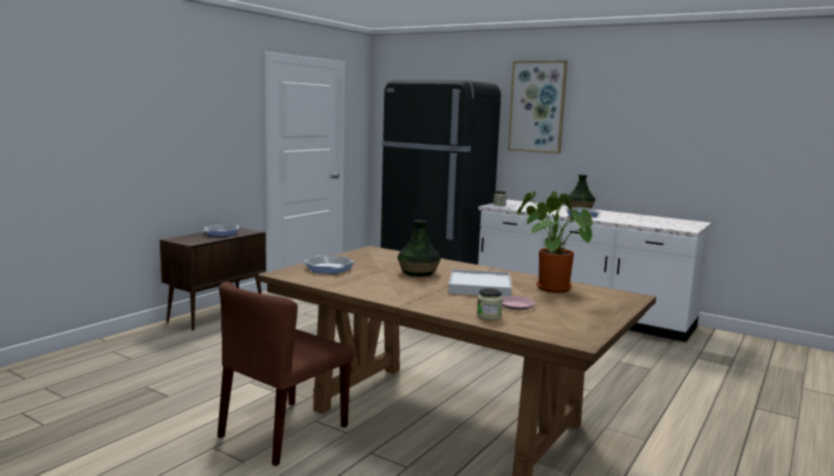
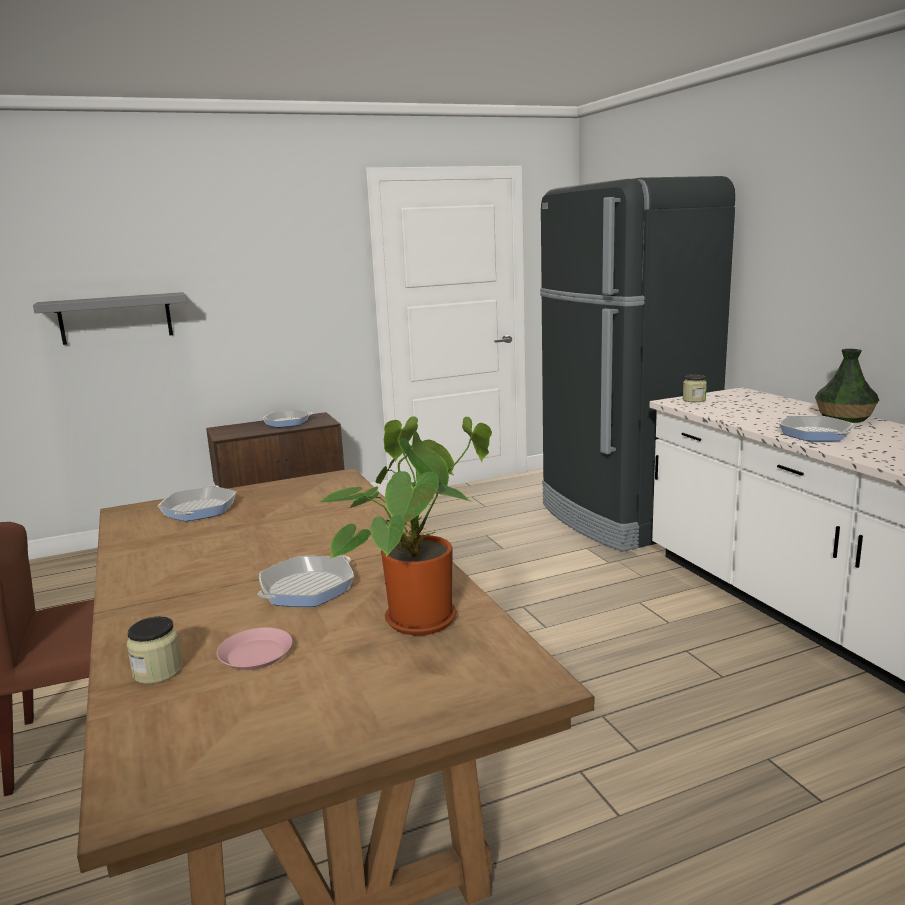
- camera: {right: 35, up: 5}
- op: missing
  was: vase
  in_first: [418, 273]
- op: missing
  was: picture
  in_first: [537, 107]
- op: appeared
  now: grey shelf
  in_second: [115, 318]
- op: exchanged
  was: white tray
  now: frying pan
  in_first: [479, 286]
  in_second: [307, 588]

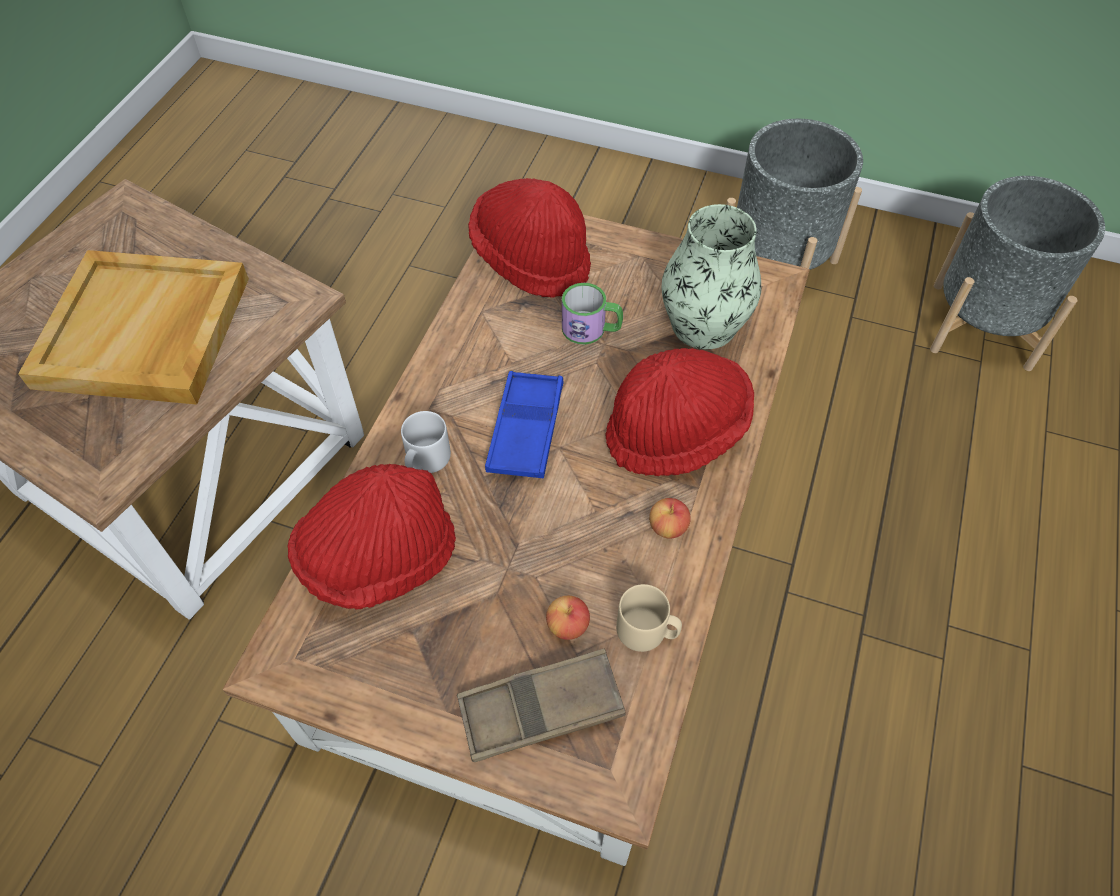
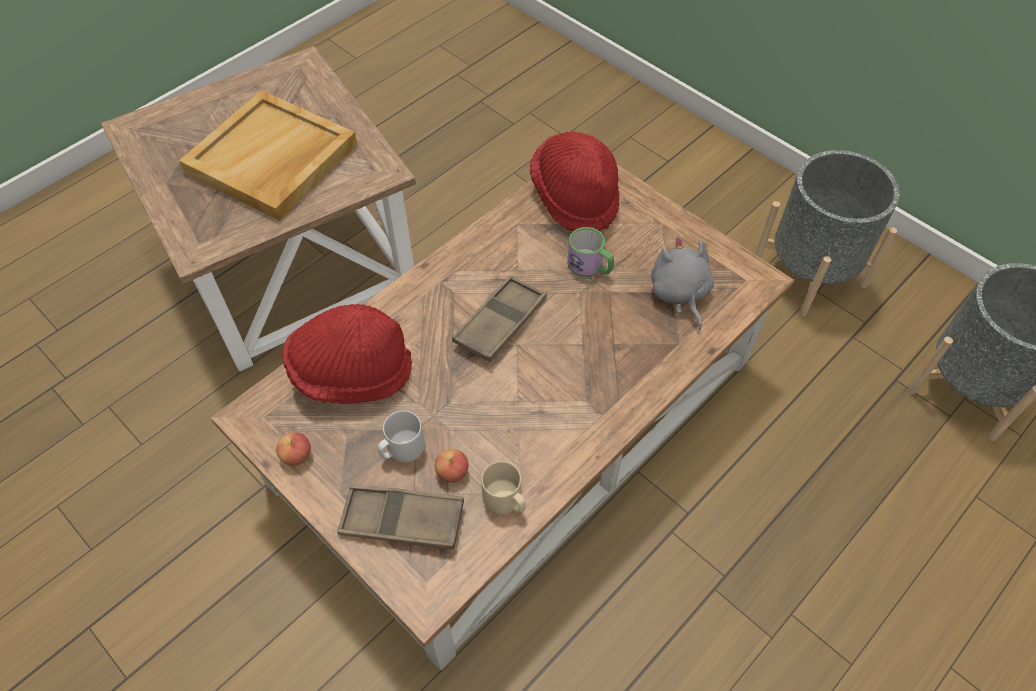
- camera: {right: 25, up: 0}
- op: missing
  was: red hat
  in_first: [676, 431]
- op: relocated
  was: grey mug
  in_first: [425, 460]
  in_second: [402, 449]
- op: relocated
  was: apple
  in_first: [668, 527]
  in_second: [296, 455]
- op: exchanged
  was: vase
  now: grey plush toy
  in_first: [703, 325]
  in_second: [679, 294]
- op: colour
  was: blue tray
  now: brown tray
  in_first: [526, 429]
  in_second: [500, 322]

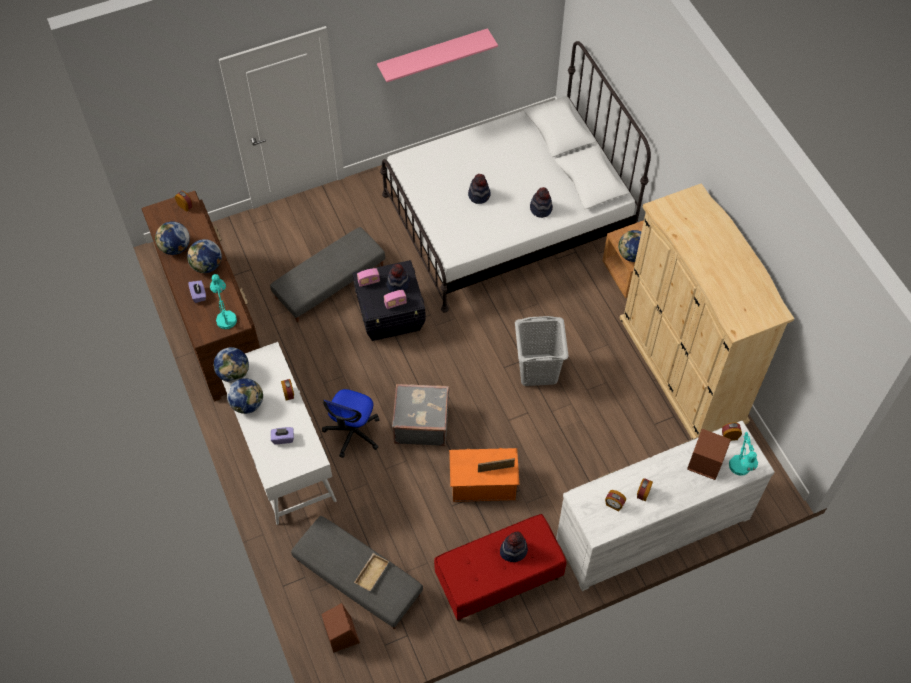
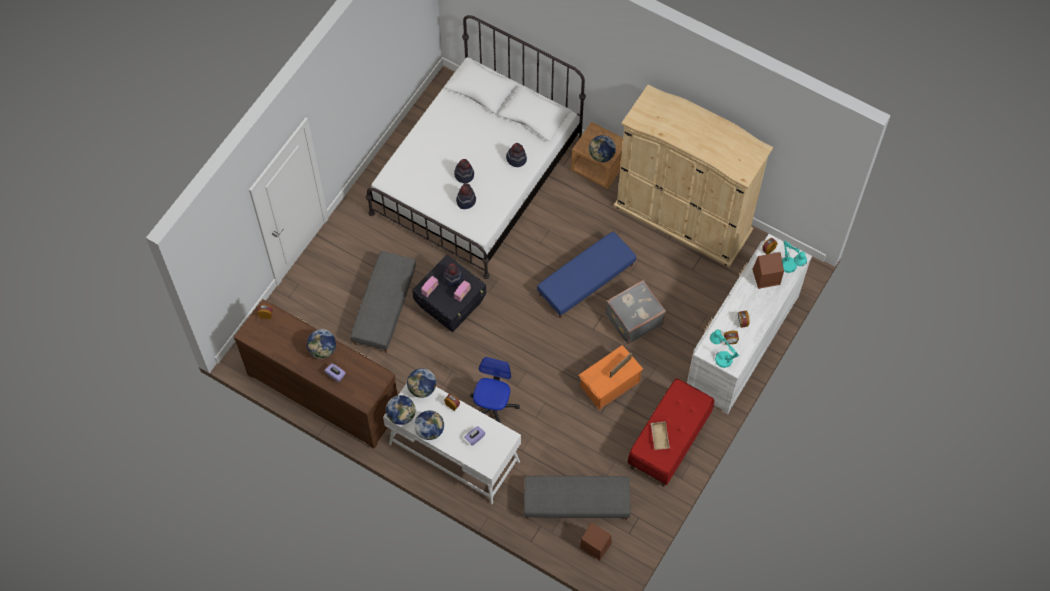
- camera: {right: -35, up: 5}
- op: missing
  was: pink shelf
  in_first: [433, 54]
- op: relocated
  was: globe
  in_first: [175, 248]
  in_second: [422, 389]
- op: relocated
  was: turquoise table lamp
  in_first: [225, 316]
  in_second: [720, 357]
- op: relocated
  was: beige tray
  in_first: [371, 572]
  in_second: [658, 436]
- op: relocated
  was: grey suitcase
  in_first: [421, 423]
  in_second: [633, 318]
- op: relocated
  was: hat
  in_first: [513, 550]
  in_second: [465, 200]
- op: exchanged
  was: grey laundry basket
  now: blue ottoman
  in_first: [538, 369]
  in_second: [586, 280]
- op: spun
  was: office chair
  in_first: [353, 433]
  in_second: [493, 407]
  clockwise: -150

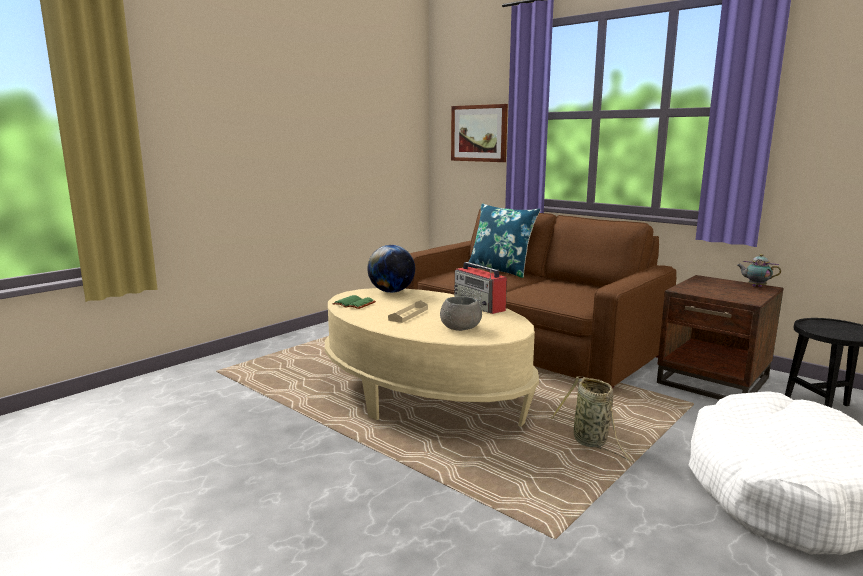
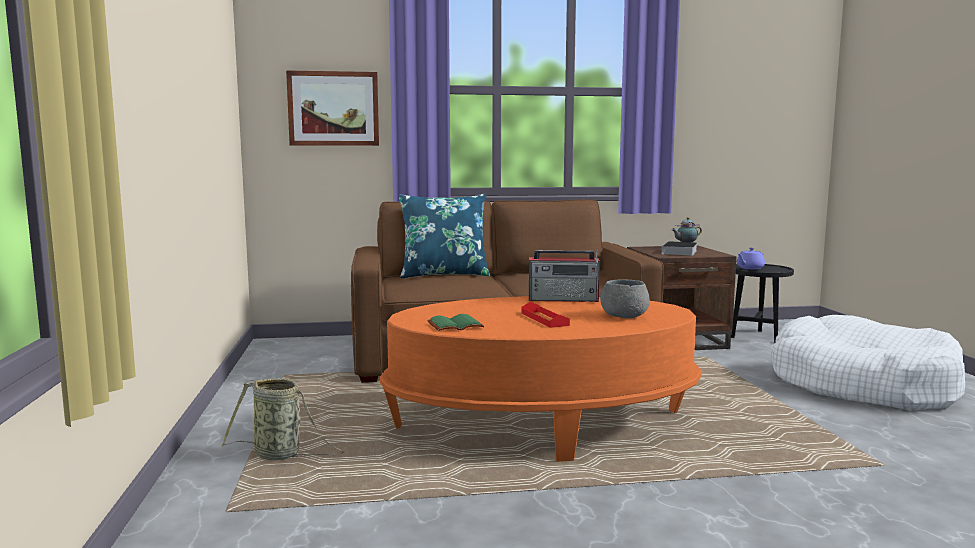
- camera: {right: -50, up: -5}
- op: missing
  was: globe
  in_first: [391, 291]
- op: appeared
  now: book
  in_second: [679, 252]
- op: appeared
  now: purple teapot
  in_second: [749, 268]
- op: relocated
  was: basket
  in_first: [592, 442]
  in_second: [281, 455]
- op: colour
  was: beige coffee table
  now: orange coffee table
  in_first: [424, 395]
  in_second: [542, 424]
- op: colour
  was: beige tray
  now: red tray
  in_first: [408, 314]
  in_second: [544, 319]

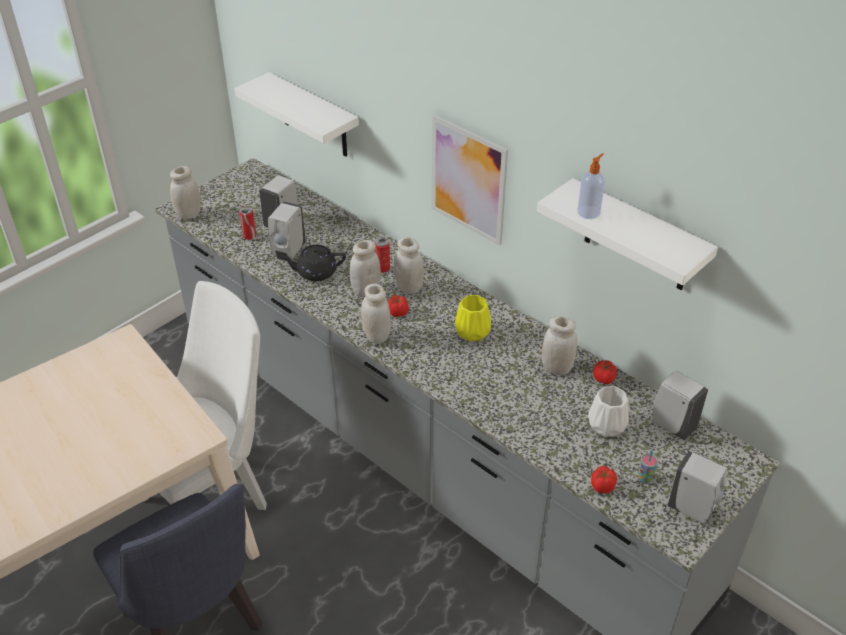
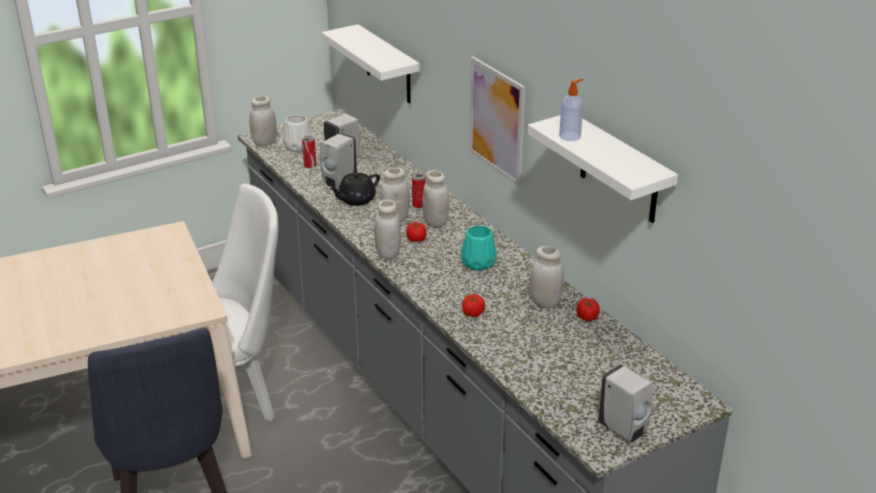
- camera: {right: 15, up: -10}
- op: missing
  was: cup
  in_first: [645, 478]
- op: missing
  was: white soap dispenser
  in_first: [671, 425]
- op: relocated
  was: white vase
  in_first: [607, 425]
  in_second: [299, 147]
- op: relocated
  was: tomato
  in_first: [602, 487]
  in_second: [472, 313]
- op: colour
  was: yellow vase
  now: turquoise vase
  in_first: [473, 331]
  in_second: [479, 263]
- op: spun
  was: black teapot
  in_first: [315, 272]
  in_second: [356, 200]
  clockwise: -45

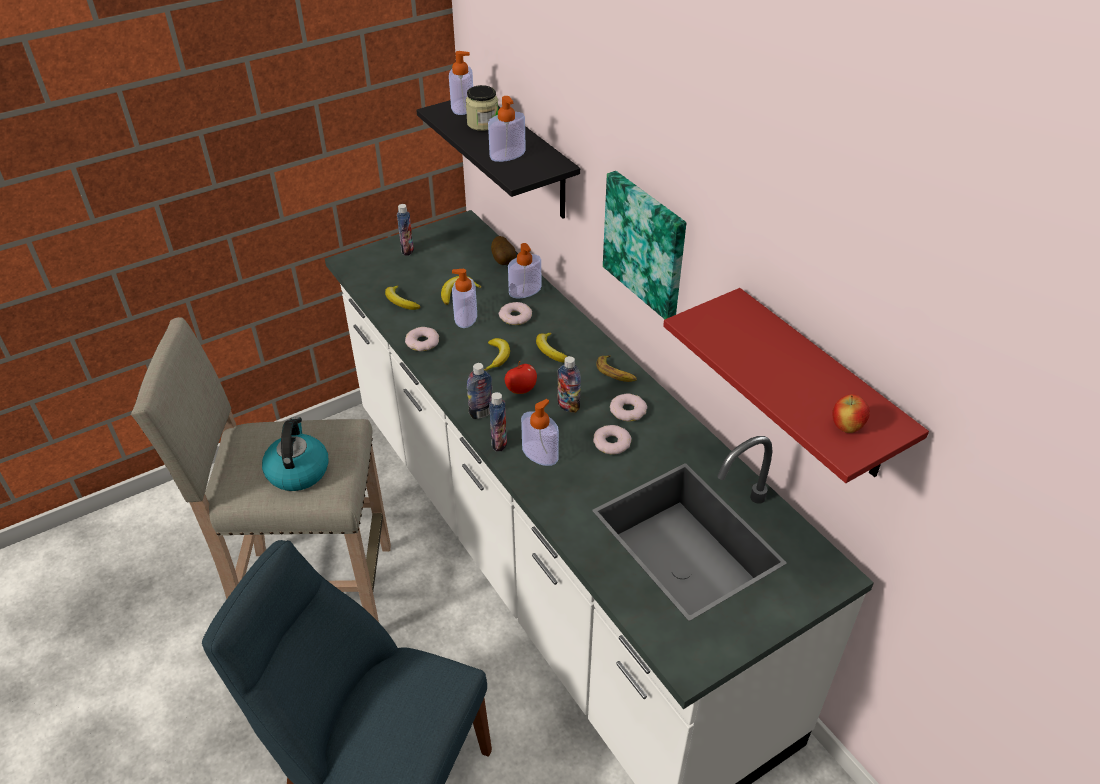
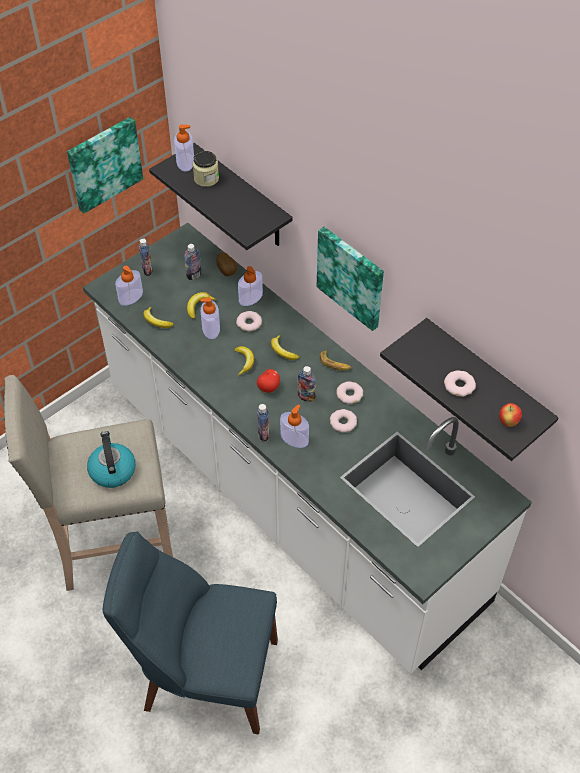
- camera: {right: -10, up: 10}
- op: appeared
  now: picture
  in_second: [104, 163]
- op: relocated
  was: donut
  in_first: [422, 342]
  in_second: [459, 386]
- op: relocated
  was: bottle
  in_first: [481, 413]
  in_second: [194, 275]
- op: relocated
  was: soap dispenser
  in_first: [507, 154]
  in_second: [131, 297]
- op: colour
  was: red shelf
  now: black shelf
  in_first: [817, 387]
  in_second: [485, 384]

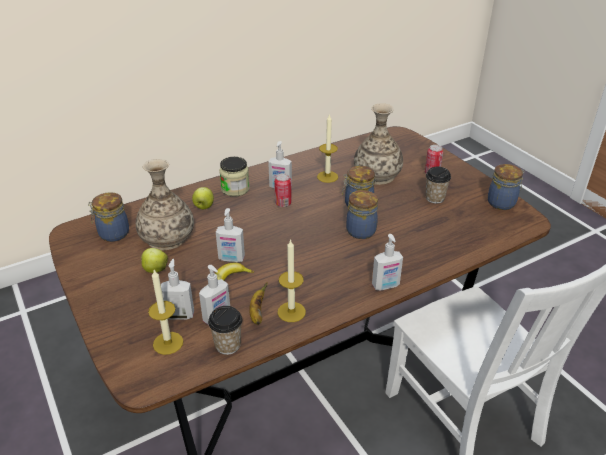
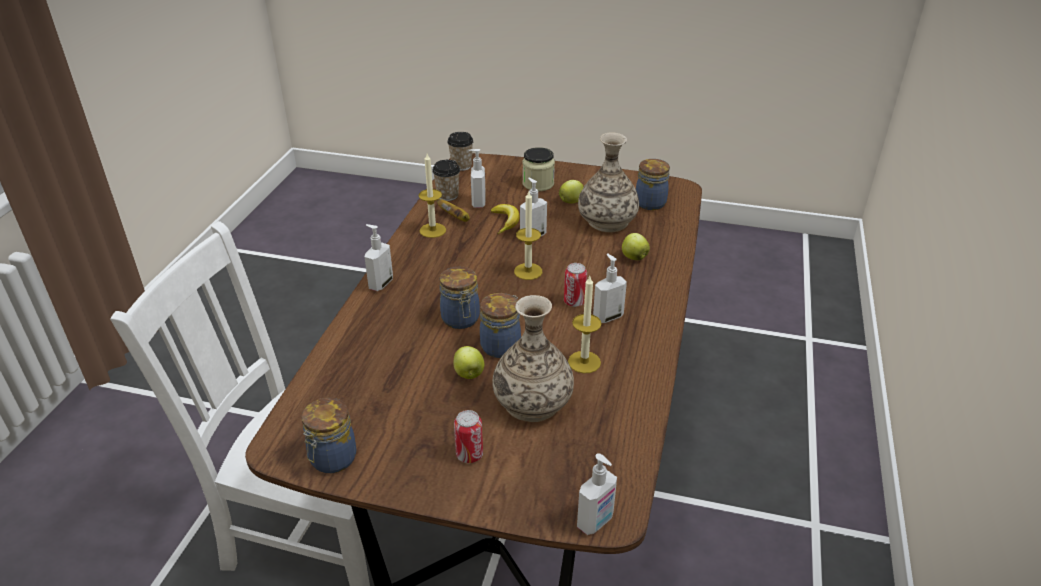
- camera: {right: 135, up: 0}
- op: appeared
  now: apple
  in_second: [469, 374]
- op: relocated
  was: candle
  in_first: [168, 343]
  in_second: [528, 271]
- op: relocated
  was: soap dispenser
  in_first: [180, 315]
  in_second: [596, 522]
- op: relocated
  was: jar
  in_first: [235, 189]
  in_second: [538, 184]
- op: relocated
  was: cup
  in_first: [434, 198]
  in_second: [461, 166]

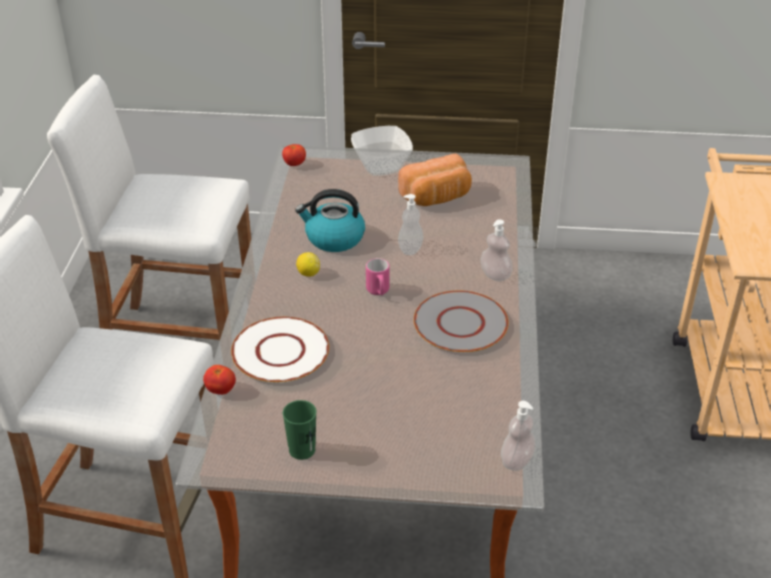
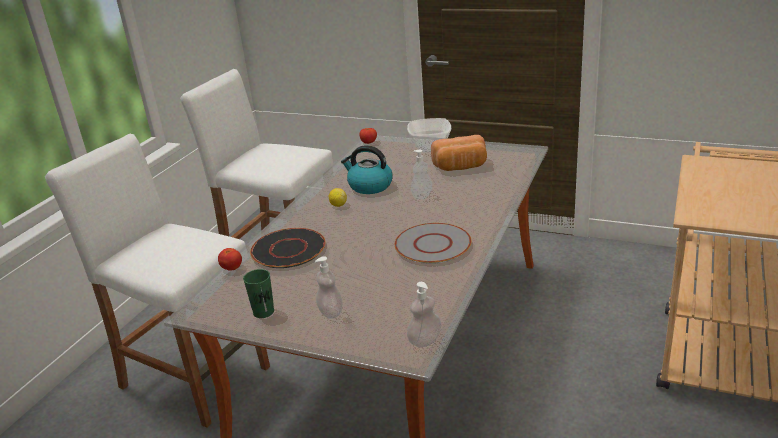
- camera: {right: 20, up: -10}
- op: missing
  was: pink mug
  in_first: [378, 292]
- op: relocated
  was: soap dispenser
  in_first: [495, 275]
  in_second: [330, 312]
- op: colour
  was: white plate
  now: black plate
  in_first: [281, 351]
  in_second: [289, 249]

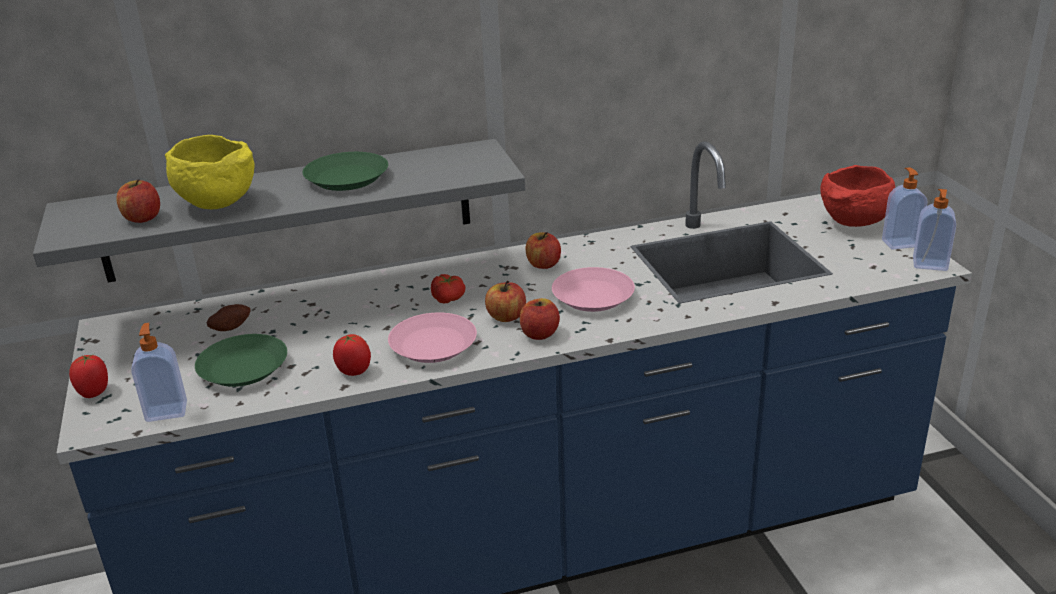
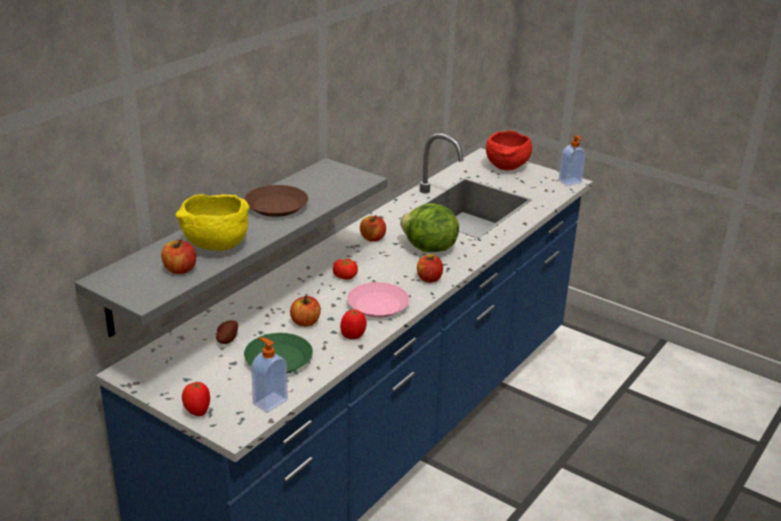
- camera: {right: -40, up: 0}
- op: missing
  was: soap dispenser
  in_first: [900, 243]
- op: relocated
  was: apple
  in_first: [506, 317]
  in_second: [305, 322]
- op: exchanged
  was: pink plate
  now: lettuce
  in_first: [593, 297]
  in_second: [428, 249]
- op: colour
  was: green plate
  now: brown plate
  in_first: [347, 178]
  in_second: [277, 206]

